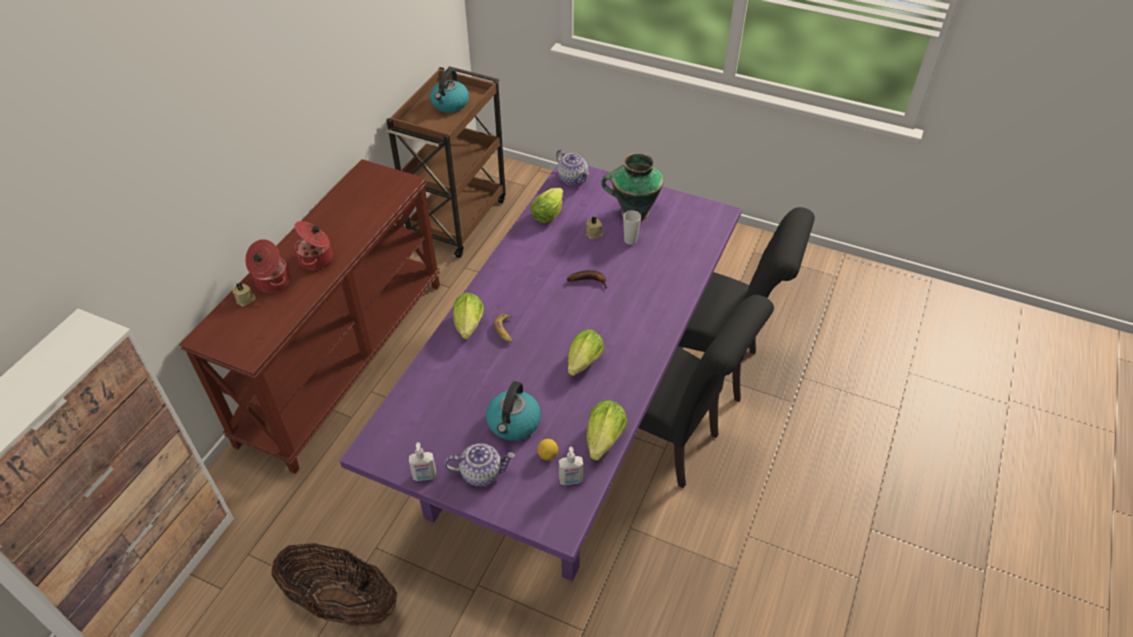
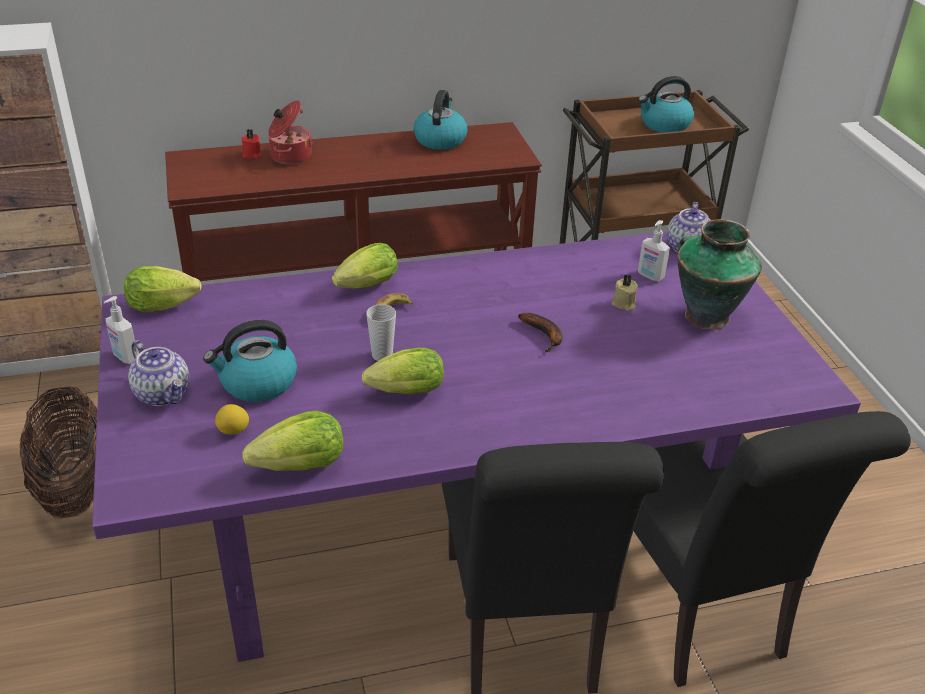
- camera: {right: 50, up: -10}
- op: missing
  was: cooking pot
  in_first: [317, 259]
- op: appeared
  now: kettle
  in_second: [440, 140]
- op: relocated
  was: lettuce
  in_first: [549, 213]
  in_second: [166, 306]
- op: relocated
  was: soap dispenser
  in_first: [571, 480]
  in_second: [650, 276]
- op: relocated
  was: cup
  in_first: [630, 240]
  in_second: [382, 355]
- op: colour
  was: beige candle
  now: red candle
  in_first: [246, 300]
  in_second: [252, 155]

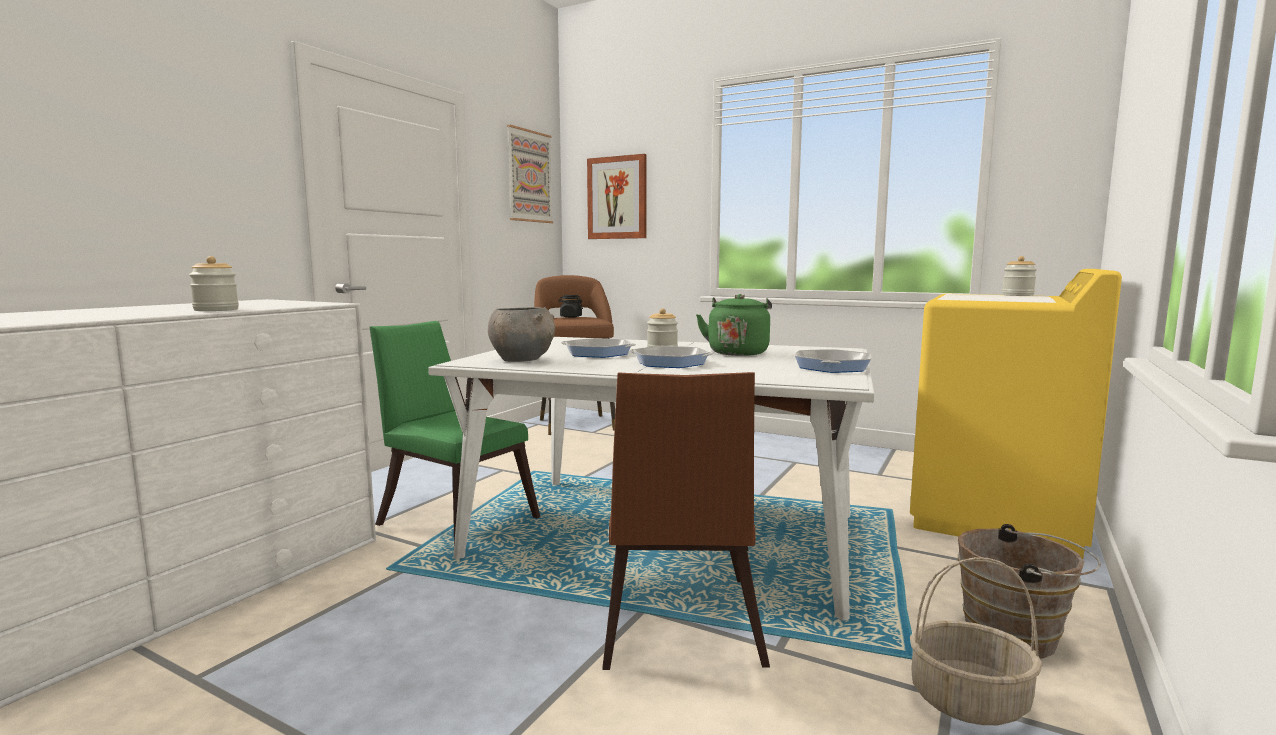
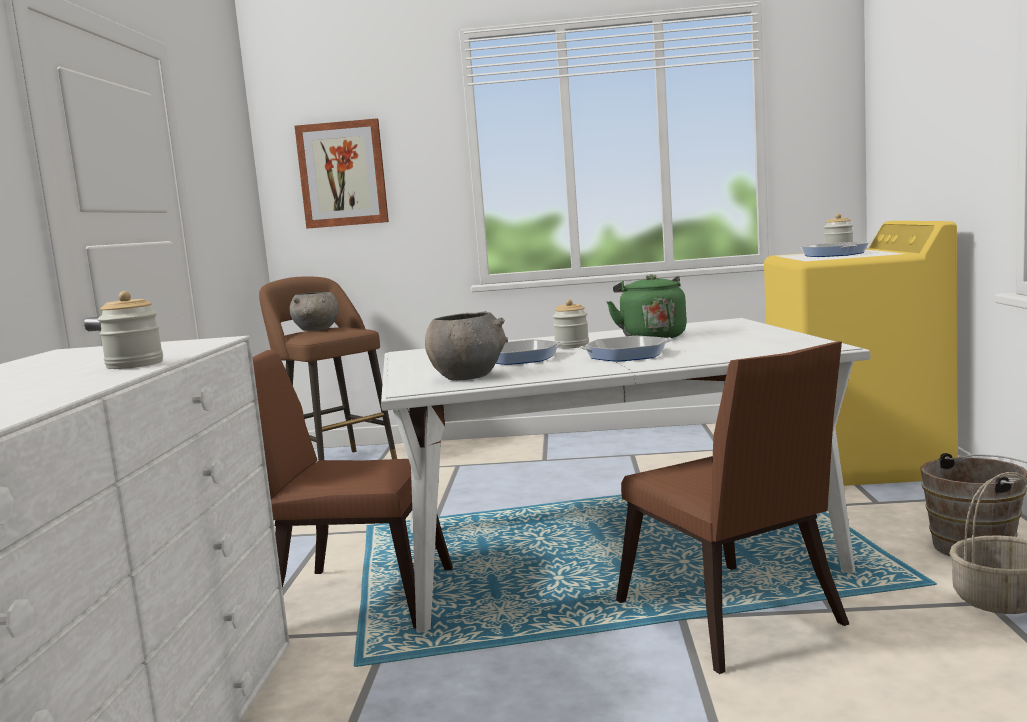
- camera: {right: -25, up: 0}
- op: missing
  was: picture
  in_first: [529, 176]
- op: relocated
  was: frying pan
  in_first: [832, 367]
  in_second: [834, 254]
- op: exchanged
  was: black jar
  now: grey bowl
  in_first: [570, 317]
  in_second: [317, 330]
- op: colour
  was: green chair
  now: brown chair
  in_first: [454, 519]
  in_second: [352, 597]

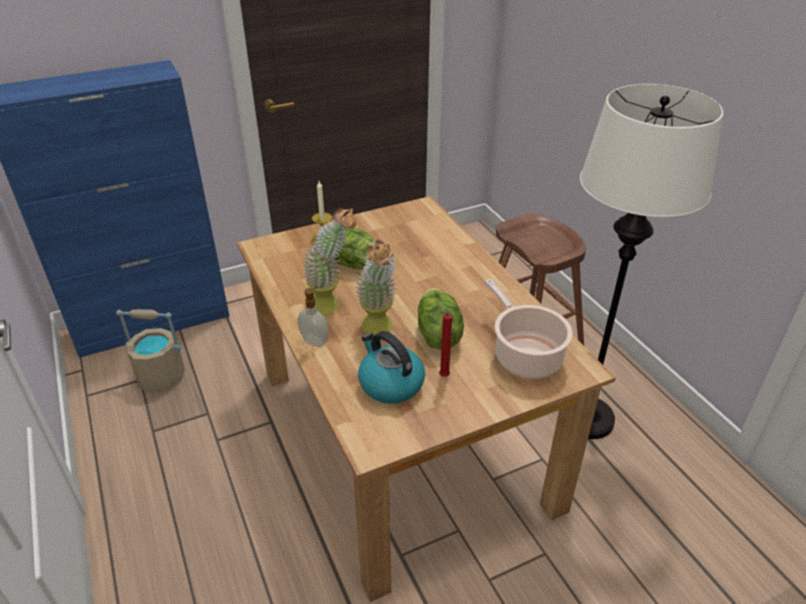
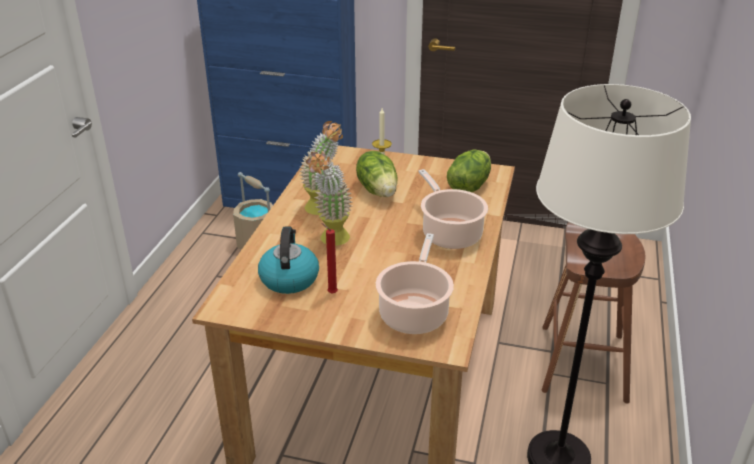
- camera: {right: 40, up: -5}
- op: missing
  was: soap dispenser
  in_first: [315, 341]
- op: appeared
  now: cooking pot
  in_second: [450, 233]
- op: relocated
  was: lettuce
  in_first: [437, 334]
  in_second: [468, 186]

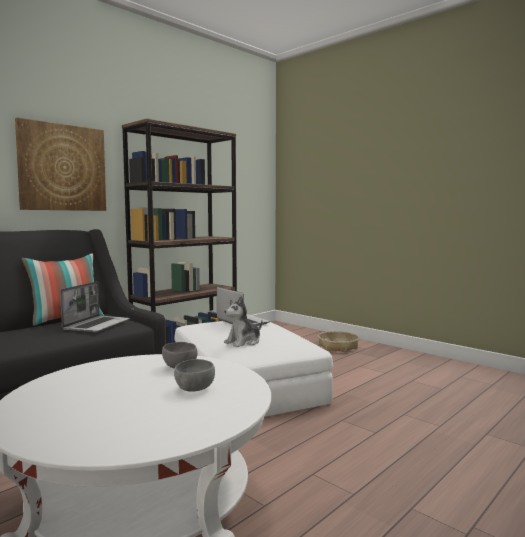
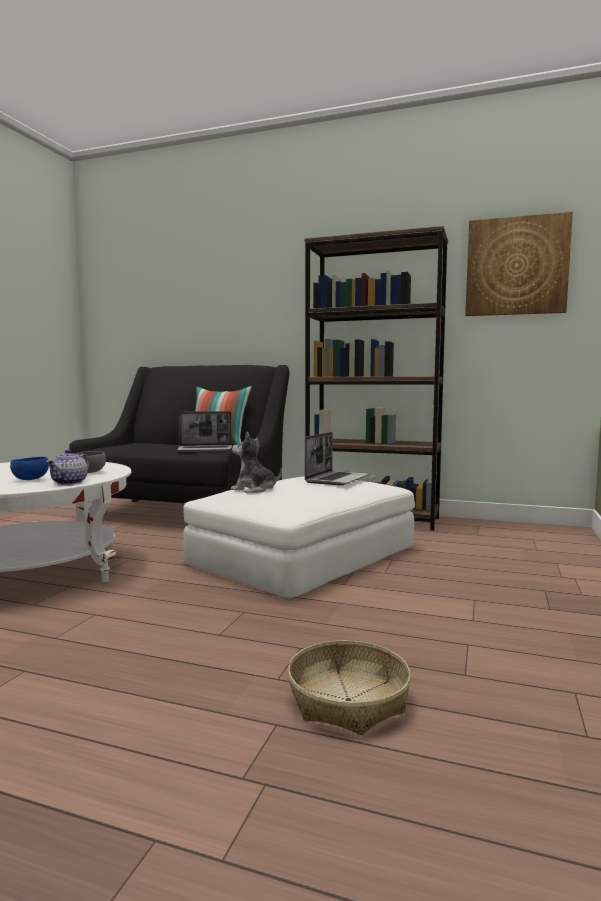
- camera: {right: 65, up: 0}
- op: appeared
  now: teapot
  in_second: [70, 482]
- op: relocated
  was: picture
  in_first: [62, 168]
  in_second: [516, 266]
- op: relocated
  was: basket
  in_first: [338, 347]
  in_second: [348, 700]
- op: colour
  was: grey bowl
  now: blue bowl
  in_first: [195, 389]
  in_second: [30, 479]

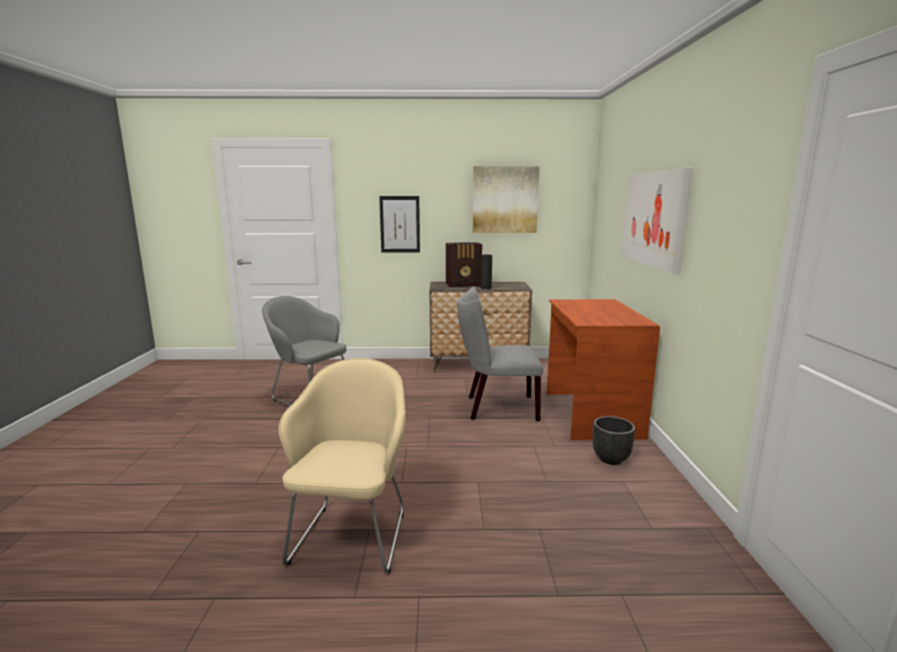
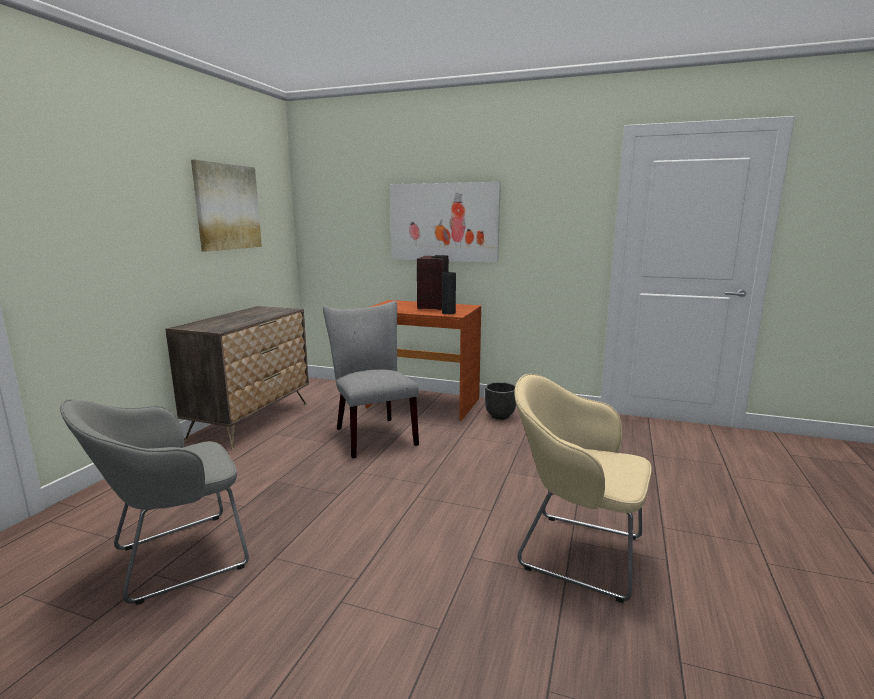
- camera: {right: -70, up: 0}
- op: missing
  was: picture
  in_first: [400, 224]
- op: relocated
  was: radio
  in_first: [464, 285]
  in_second: [434, 306]
- op: relocated
  was: black vase
  in_first: [486, 288]
  in_second: [448, 313]
- op: spun
  was: grey chair
  in_first: [496, 408]
  in_second: [372, 434]
  clockwise: 135

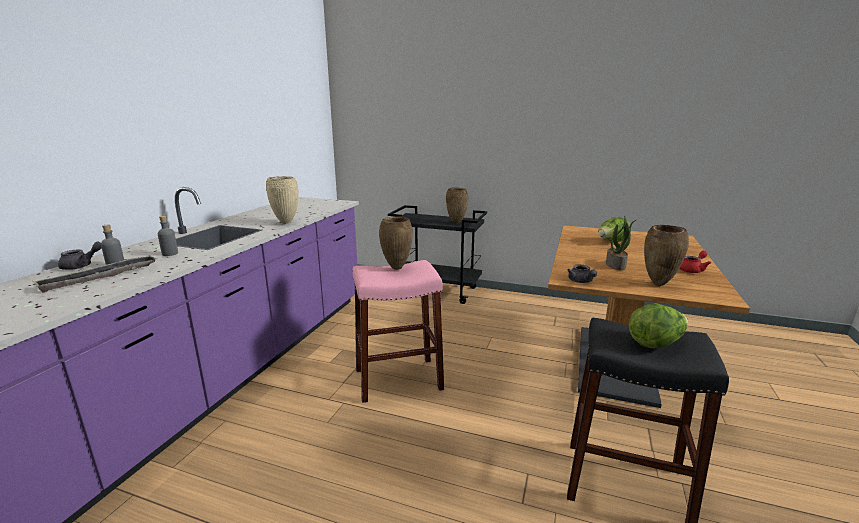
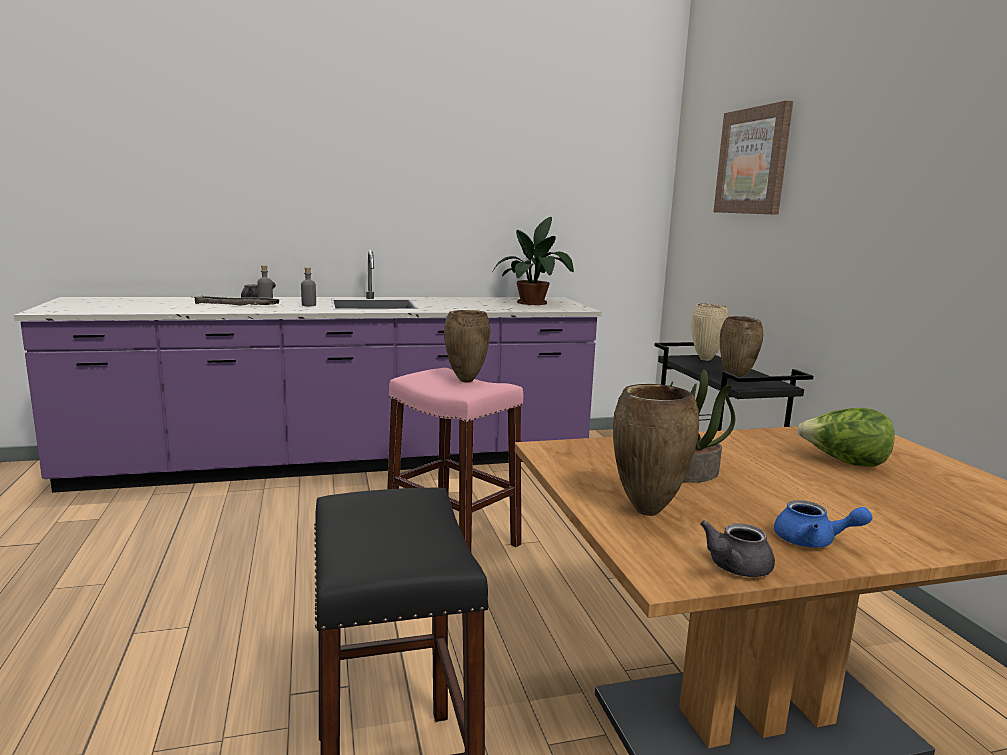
- camera: {right: 55, up: -5}
- op: missing
  was: lettuce
  in_first: [655, 343]
- op: appeared
  now: potted plant
  in_second: [534, 303]
- op: appeared
  now: picture
  in_second: [753, 161]
- op: relocated
  was: beige vase
  in_first: [286, 223]
  in_second: [706, 359]
- op: relocated
  was: grey teapot
  in_first: [581, 281]
  in_second: [734, 568]
- op: colour
  was: red teapot
  now: blue teapot
  in_first: [693, 270]
  in_second: [813, 541]

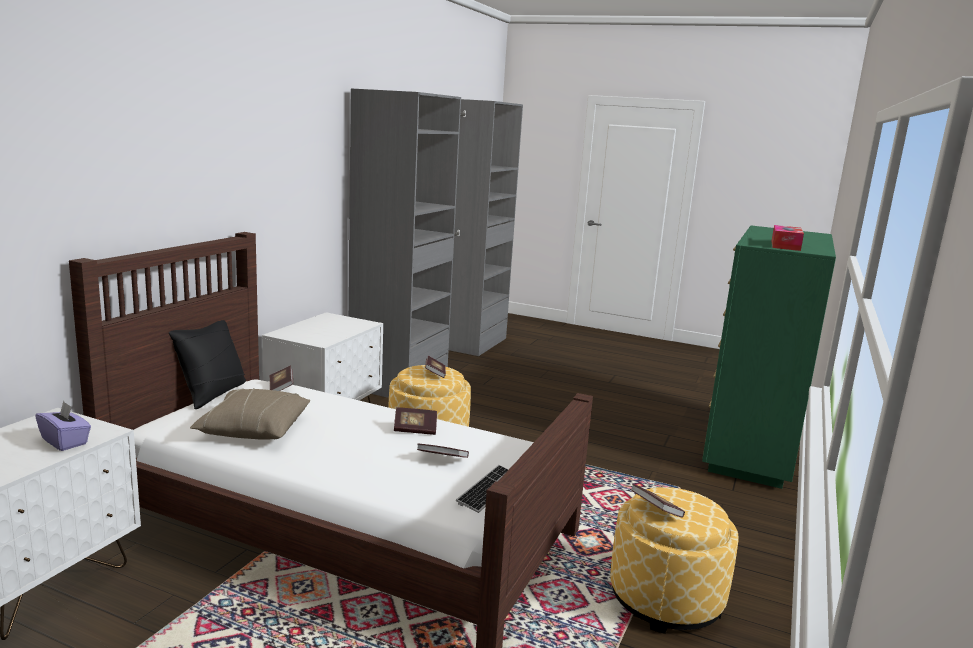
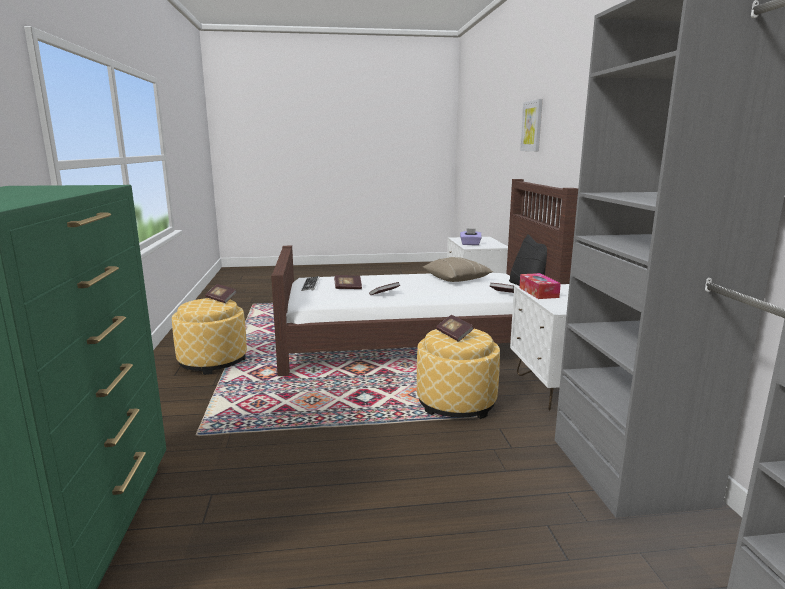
- camera: {right: 150, up: 0}
- op: appeared
  now: picture
  in_second: [532, 126]
- op: relocated
  was: tissue box
  in_first: [785, 245]
  in_second: [538, 292]

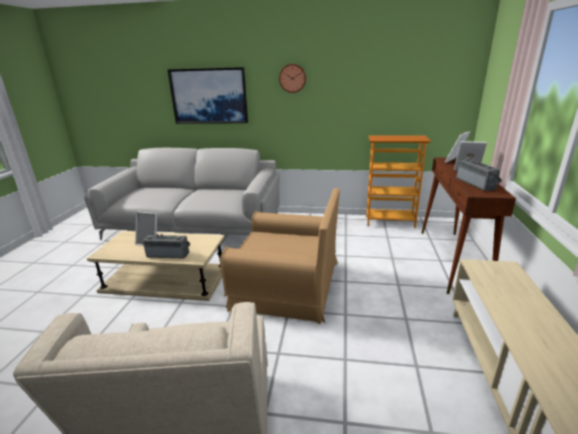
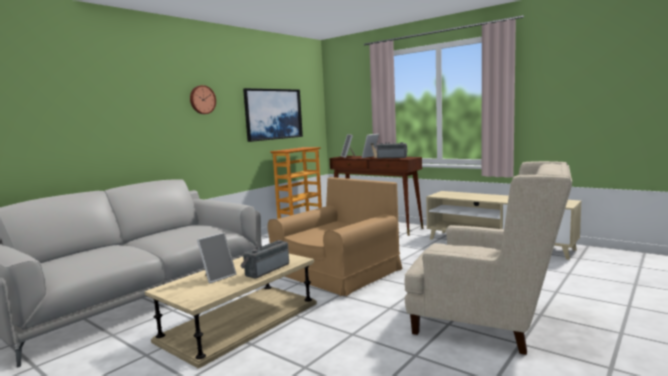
- camera: {right: -60, up: -15}
- op: relocated
  was: picture
  in_first: [209, 96]
  in_second: [273, 114]

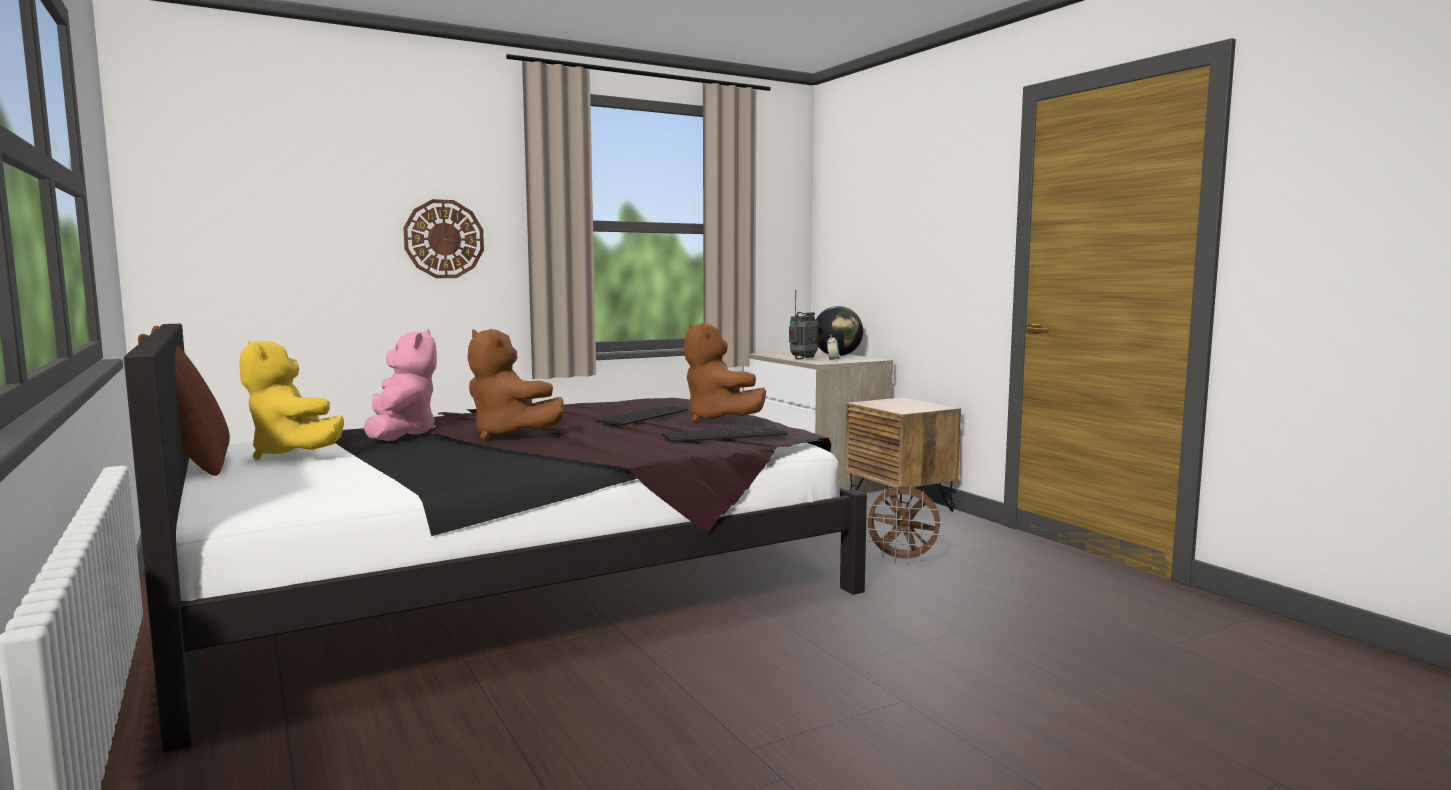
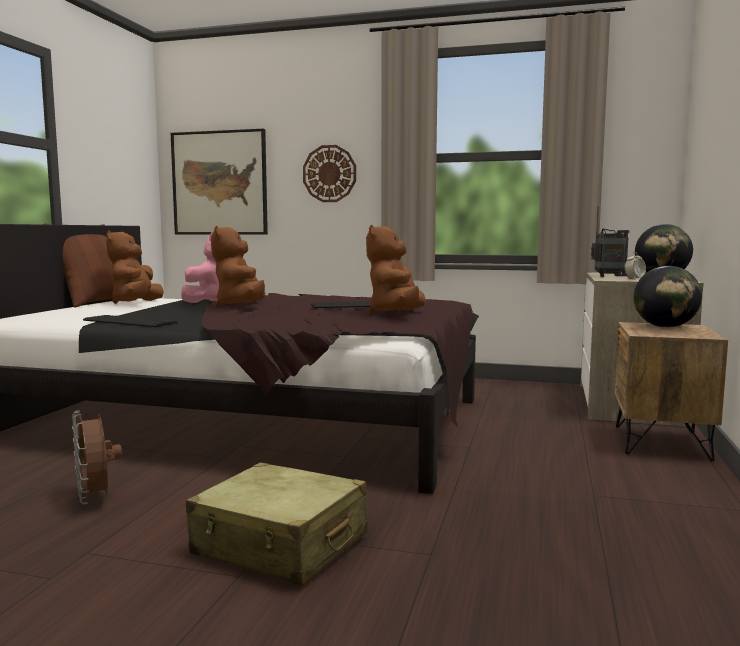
- camera: {right: 45, up: 0}
- op: appeared
  now: picture
  in_second: [220, 183]
- op: appeared
  now: beige suitcase
  in_second: [280, 545]
- op: appeared
  now: globe
  in_second: [665, 327]
- op: relocated
  was: keyboard
  in_first: [722, 435]
  in_second: [130, 321]
- op: relocated
  was: brown fan
  in_first: [903, 560]
  in_second: [96, 499]
- op: colour
  was: yellow plush toy
  now: brown plush toy
  in_first: [293, 454]
  in_second: [136, 303]

